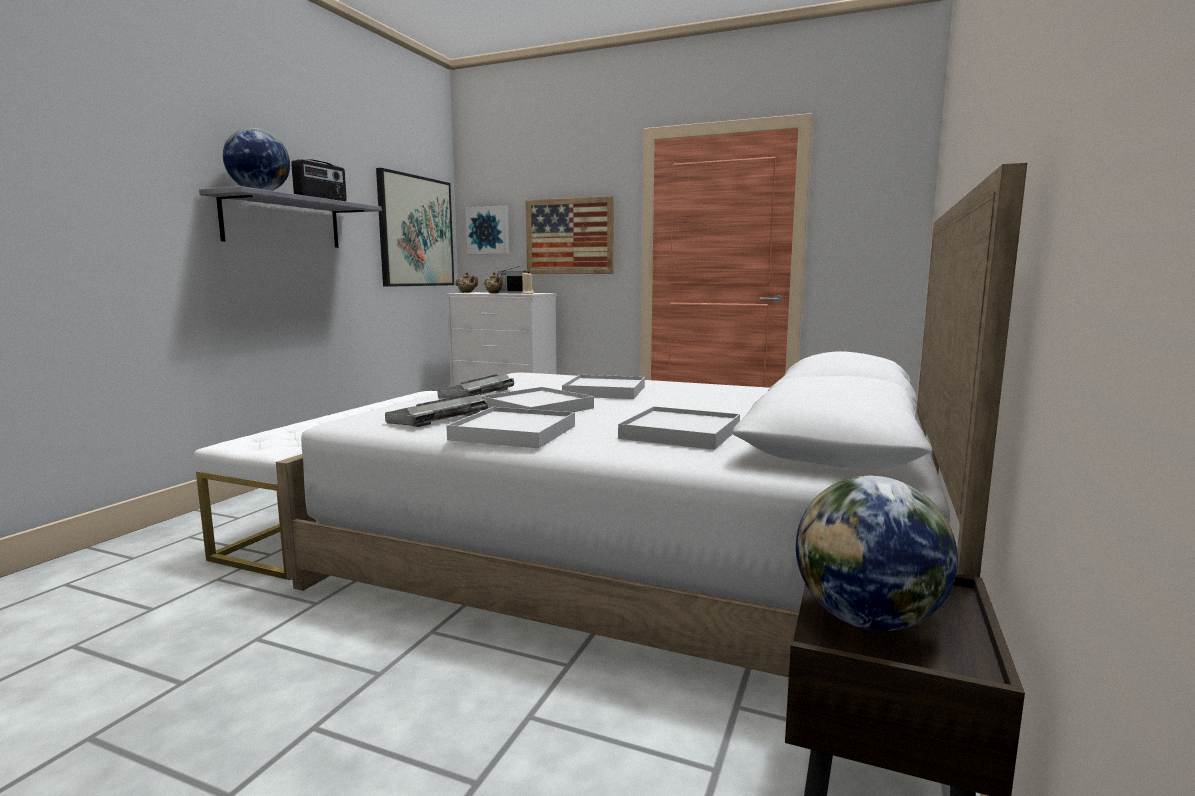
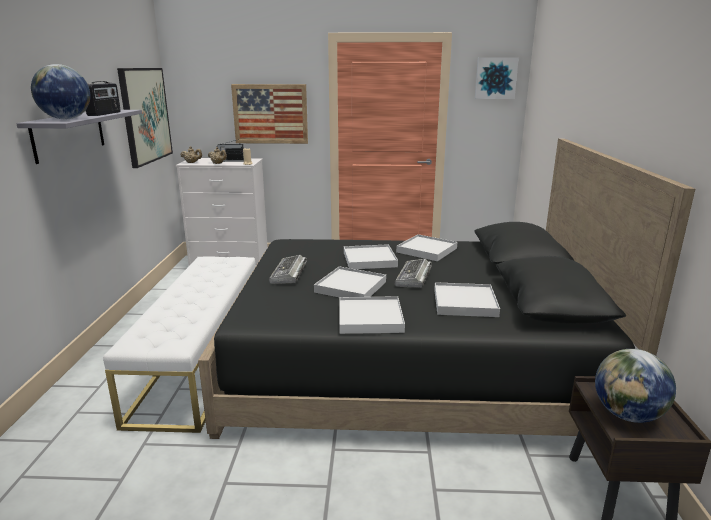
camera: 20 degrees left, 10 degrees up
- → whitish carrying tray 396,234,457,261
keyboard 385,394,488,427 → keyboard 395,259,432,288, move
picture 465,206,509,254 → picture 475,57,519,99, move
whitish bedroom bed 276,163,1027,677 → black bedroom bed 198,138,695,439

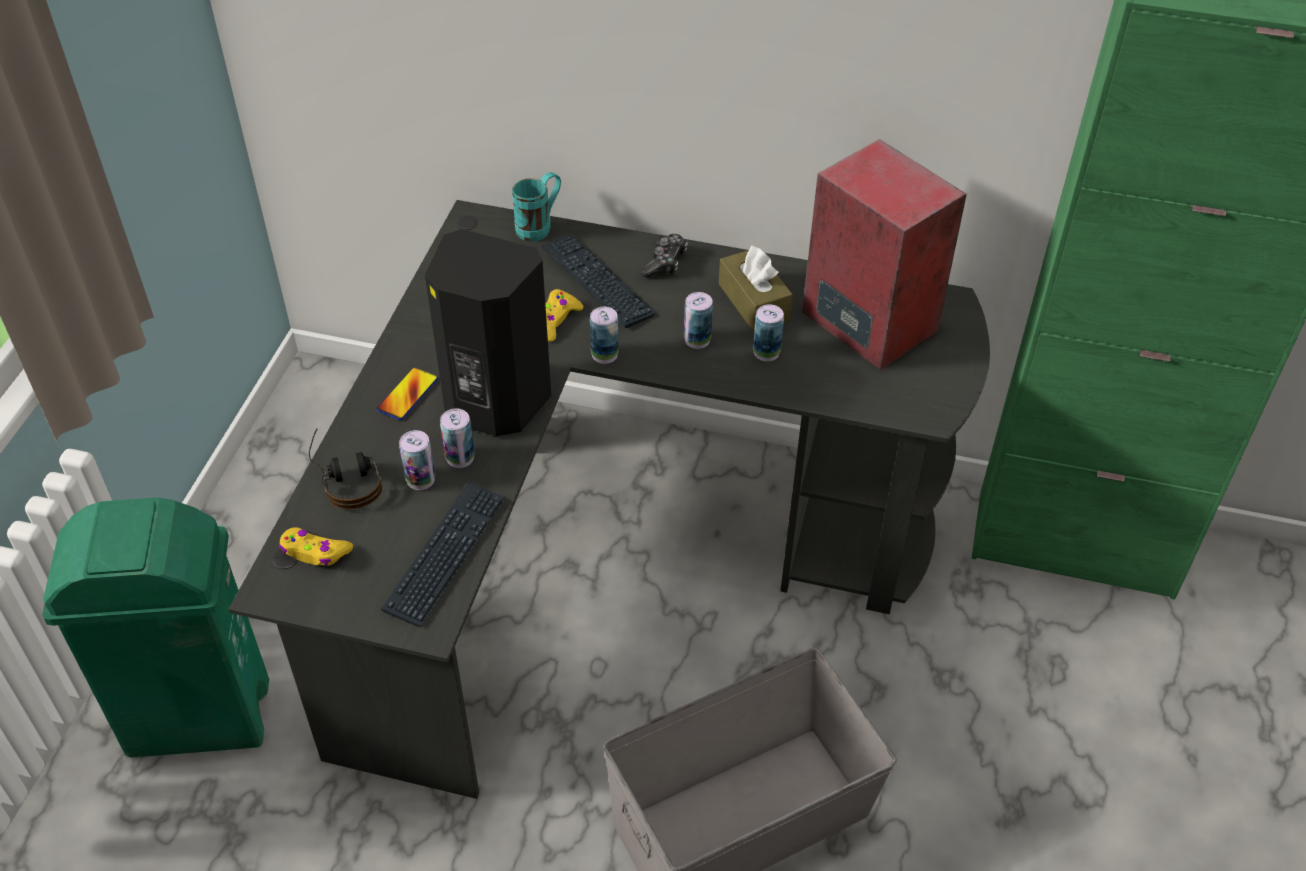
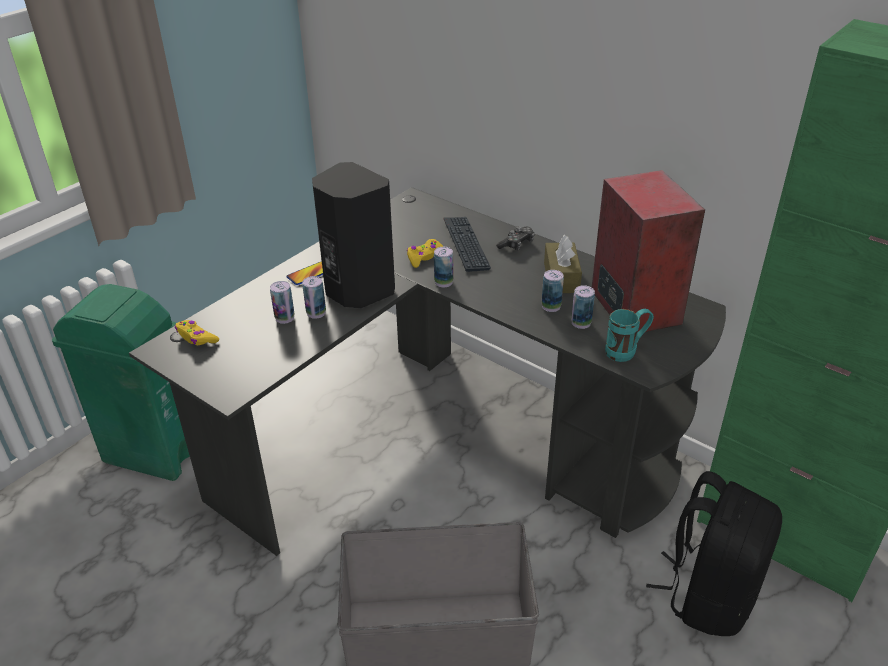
camera: 25 degrees right, 10 degrees down
headphones 309,428,382,509 → -
keyboard 381,482,505,627 → -
- → black backpack 646,471,782,636
turquoise mug 512,172,561,242 → turquoise mug 605,309,654,362, move
metal can 684,292,713,349 → metal can 571,285,595,329, move

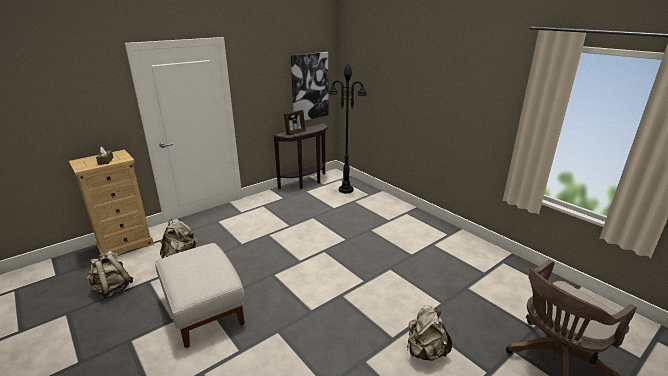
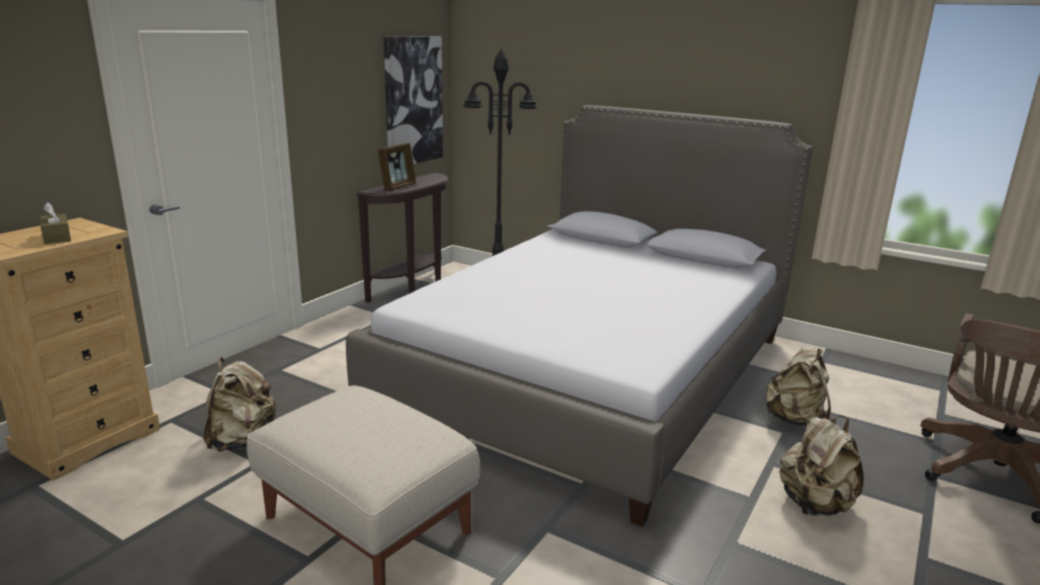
camera: 20 degrees left, 5 degrees down
- → bedroom bed 346,105,813,527
beige backpack 87,251,133,299 → beige backpack 763,346,831,428, move

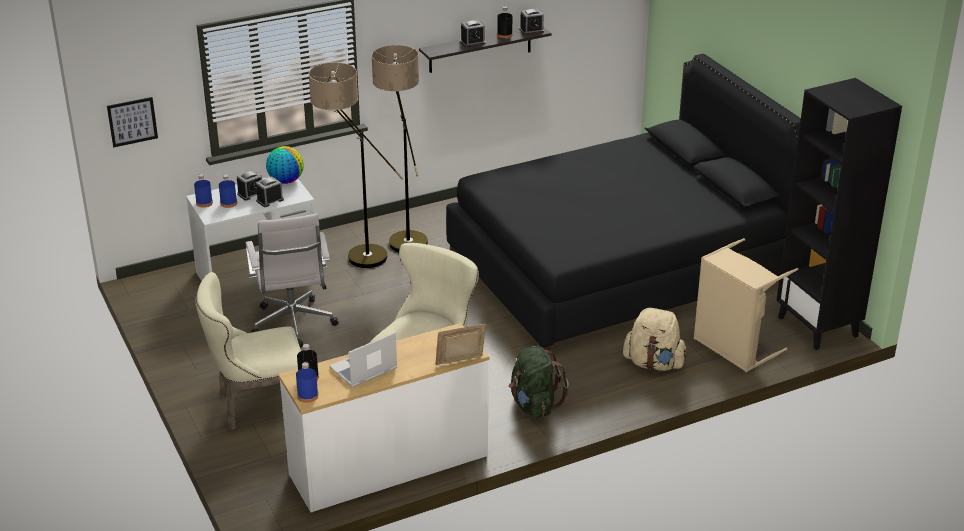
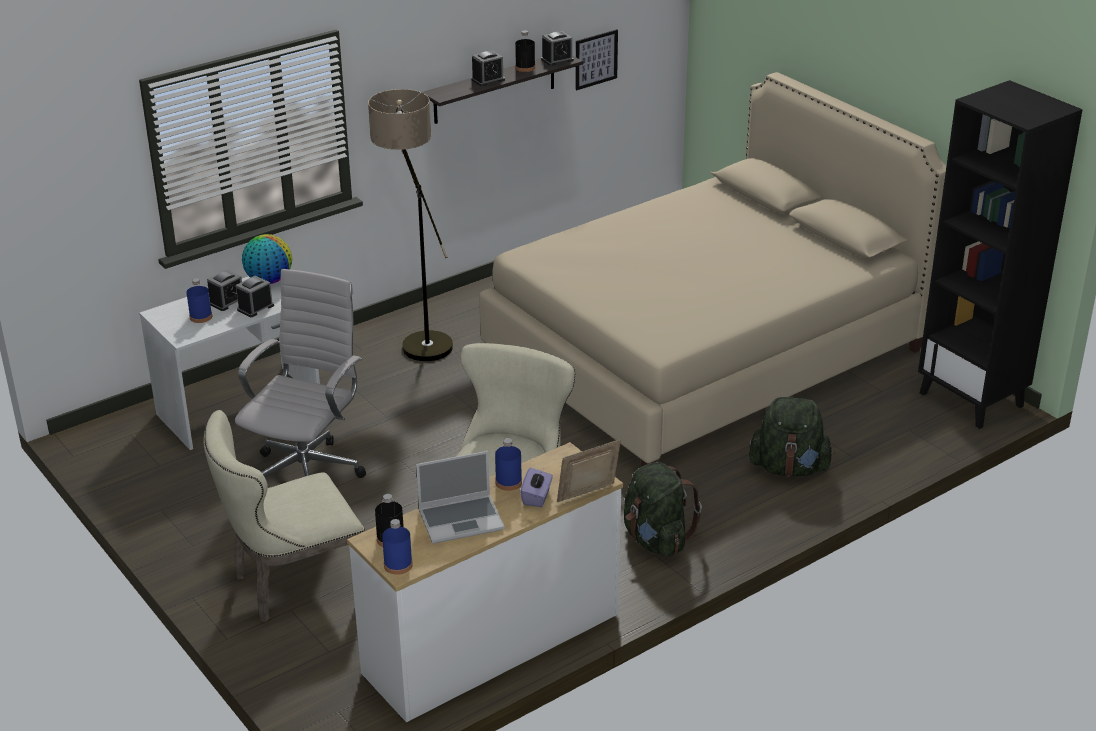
camera: 10 degrees left, 0 degrees up
standing lamp 309,62,403,268 → -
beige washing basket 694,238,799,372 → -
- → purple tissue holder 520,468,553,507
picture 107,97,158,147 → picture 576,29,618,90, move
blue bottle 194,174,213,207 → blue bottle 495,438,522,491, move
black bedroom bed 446,54,801,355 → beige bedroom bed 479,72,946,467
beige backpack 623,308,688,371 → greenish backpack 749,397,834,477
whitish desk chair 246,214,339,348 → whitish desk chair 235,269,366,478, 135 degrees counterclockwise
laptop 330,332,397,387 → laptop 416,451,505,544, 150 degrees counterclockwise

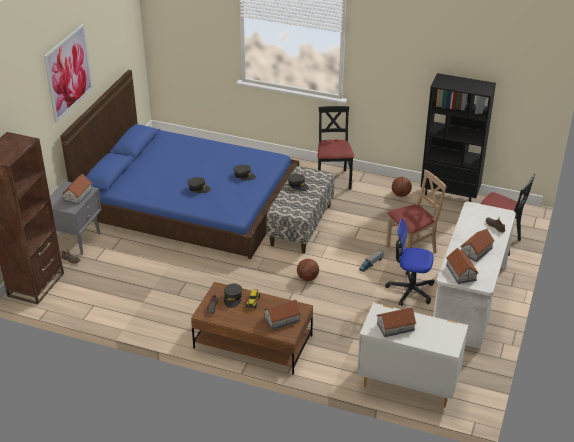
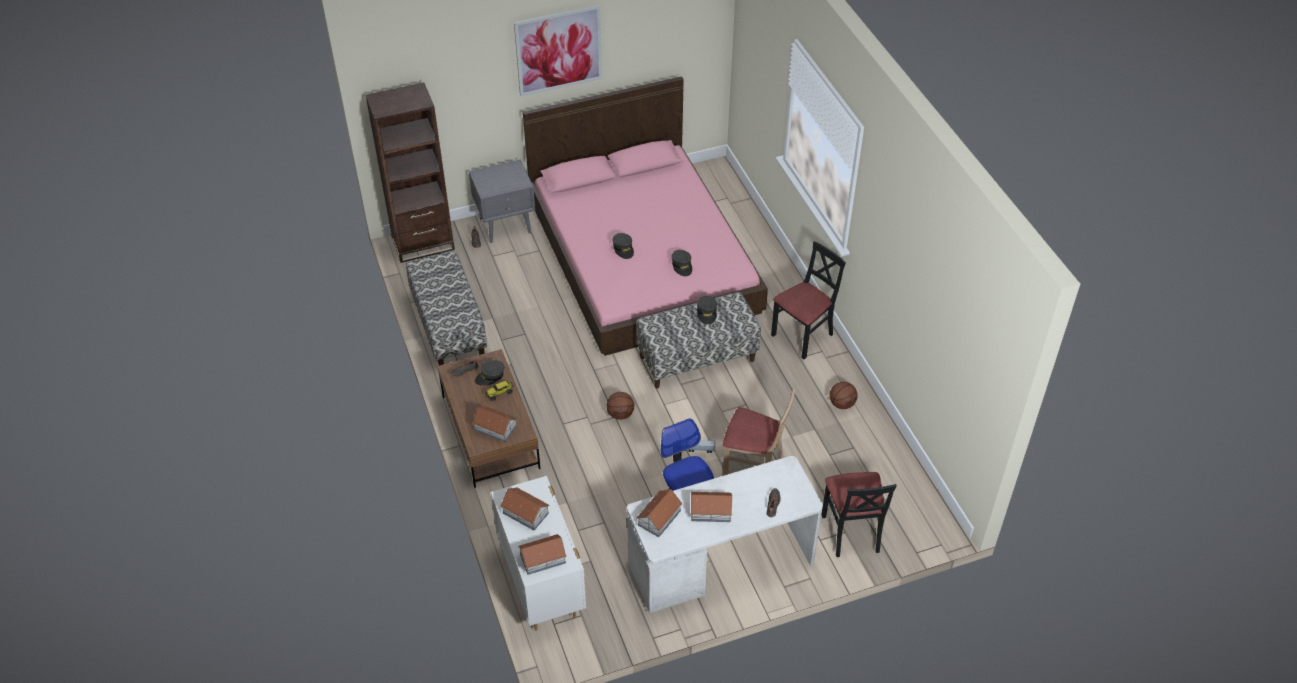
camera: 50 degrees right, 10 degrees up
black bookcase 421,73,496,202 → -
- → bench 406,251,487,366
miniature house 62,174,92,205 → miniature house 518,534,567,575, move
blue bedroom bed 60,70,299,259 → pink bedroom bed 523,76,768,356

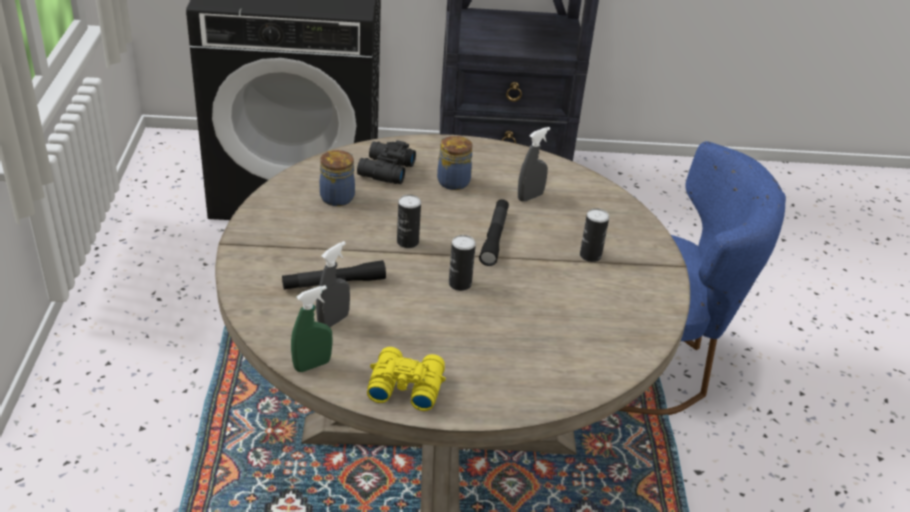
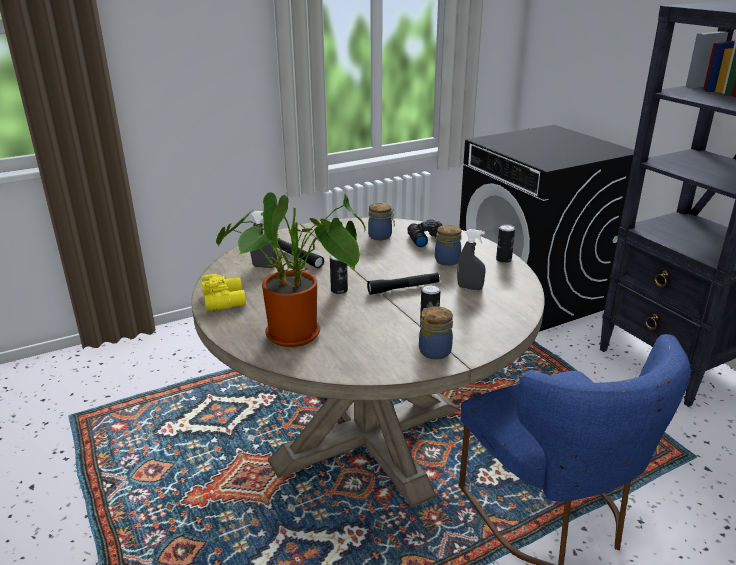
camera: 65 degrees right, 10 degrees down
greenish spray bottle 291,285,333,372 → -
- → houseplant 216,192,366,347
- → preserve jar 419,306,453,359
metal can 397,194,421,248 → metal can 496,224,515,263, move

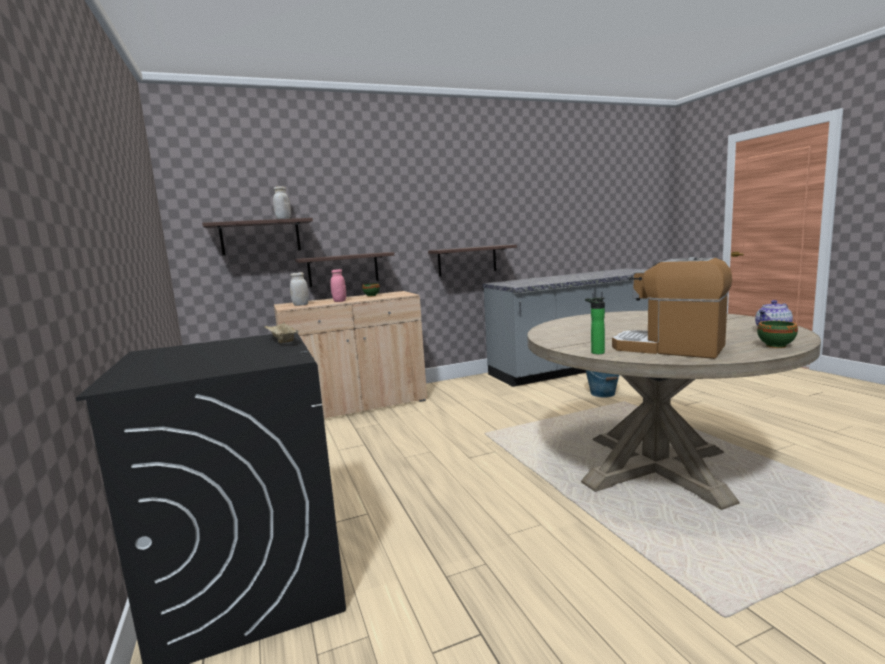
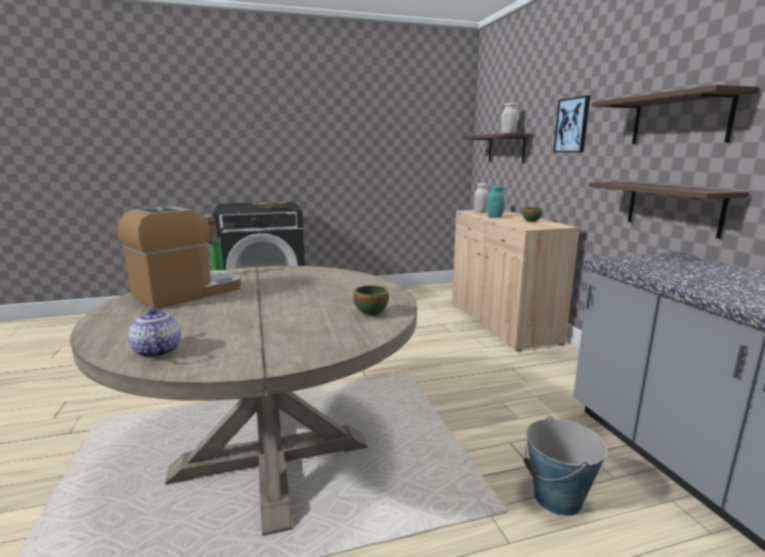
camera: 95 degrees right, 5 degrees up
- → picture 553,95,590,152
bracket shelf 295,252,394,287 → bracket shelf 592,85,760,144, move
greenish serving bowl 757,321,798,348 → greenish serving bowl 353,285,389,317, move
pink preserve jar 330,269,346,302 → turquoise preserve jar 487,186,505,218

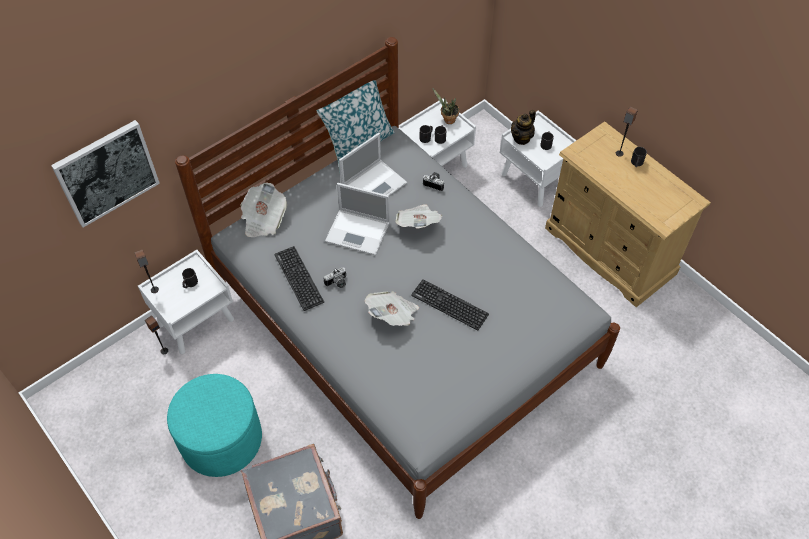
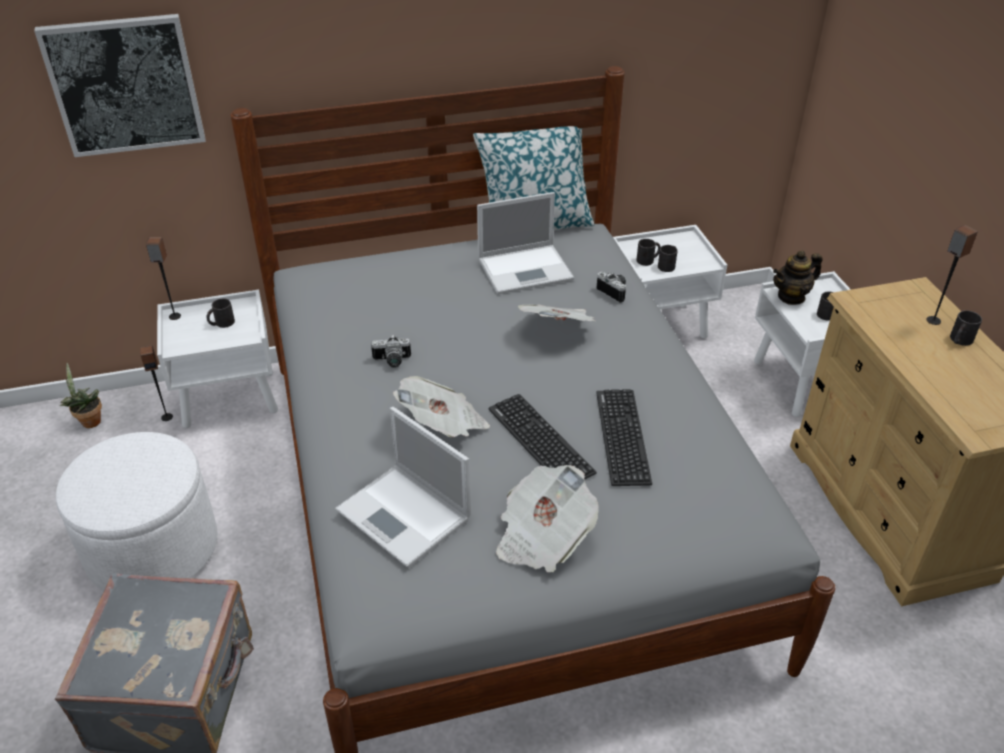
camera: 25 degrees right, 15 degrees down
printed paper 240,183,287,237 → printed paper 496,465,599,572, move
keyboard 274,246,324,311 → keyboard 596,389,652,486, move
laptop 325,183,390,255 → laptop 335,407,471,568, move
houseplant 432,88,459,124 → houseplant 60,363,102,428, move
turquoise ottoman 167,374,262,477 → whitish ottoman 56,432,217,591

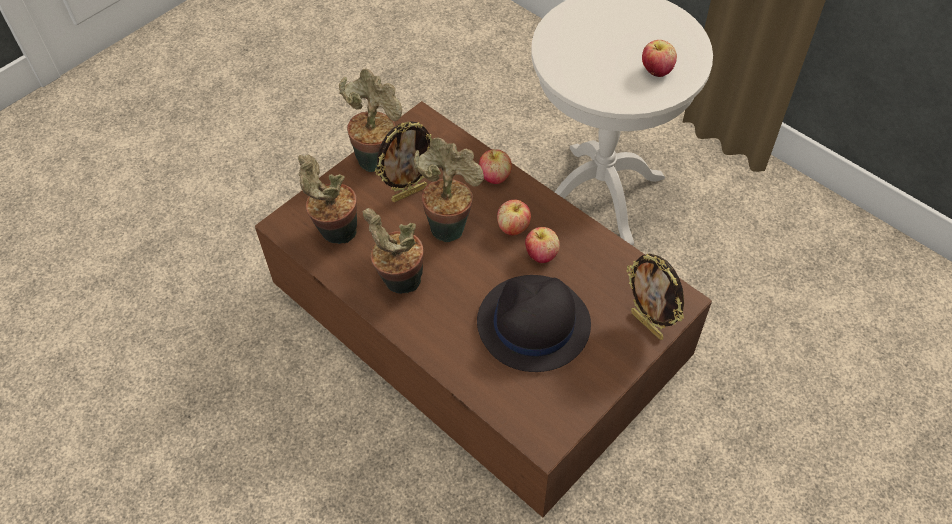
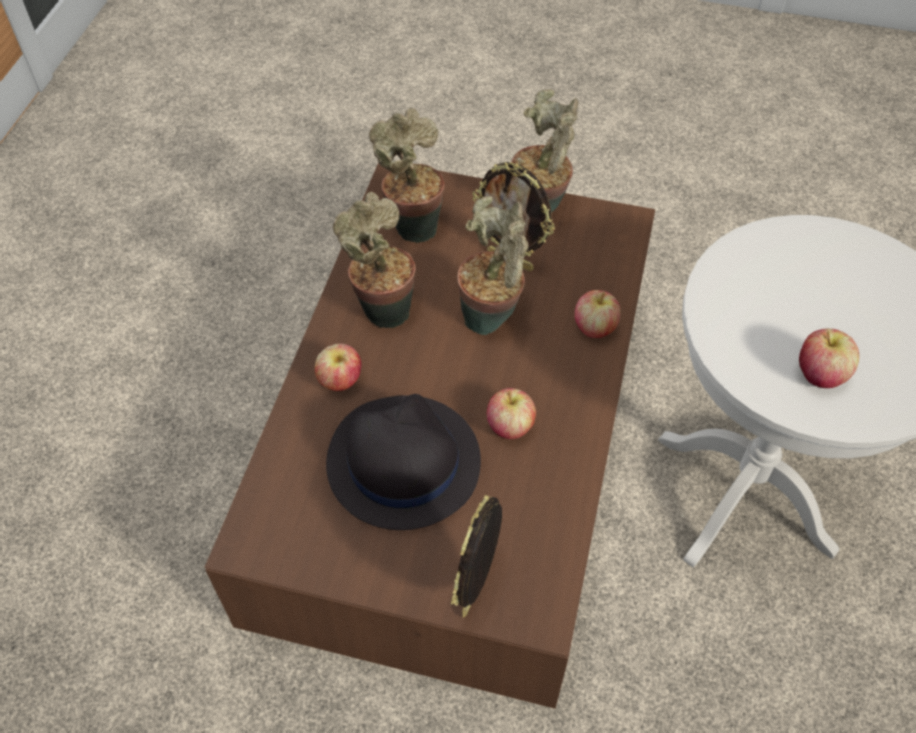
camera: 60 degrees right, 0 degrees up
apple 497,200,531,235 → apple 315,344,362,391, move

